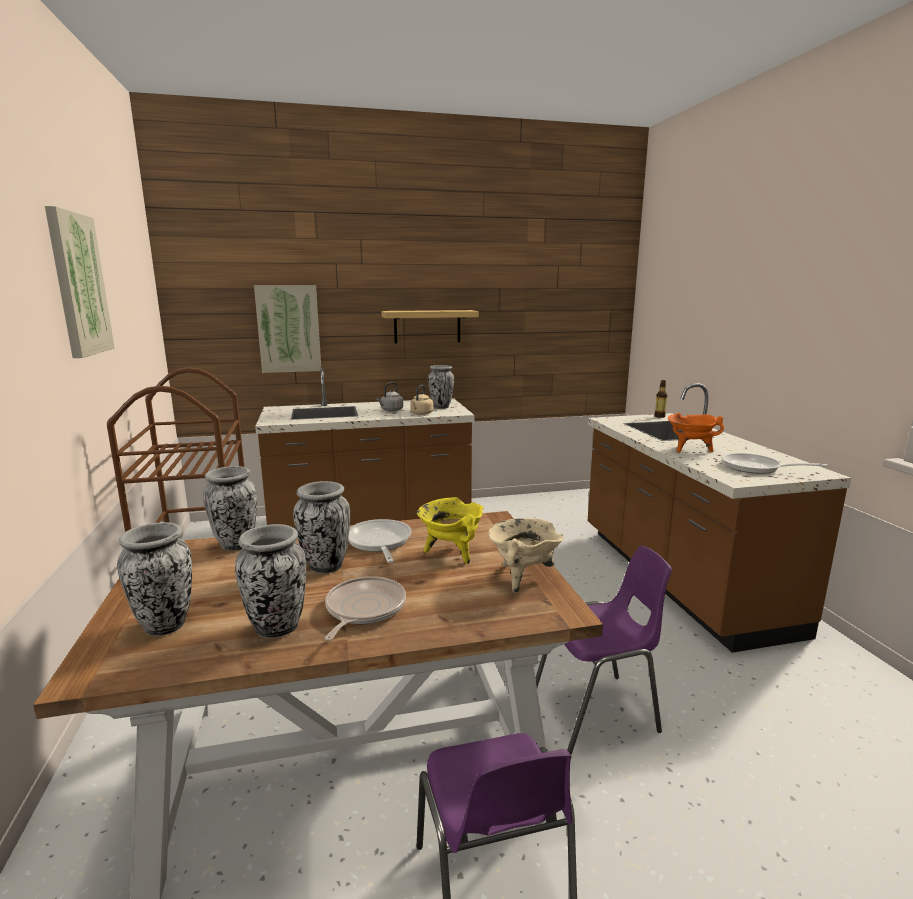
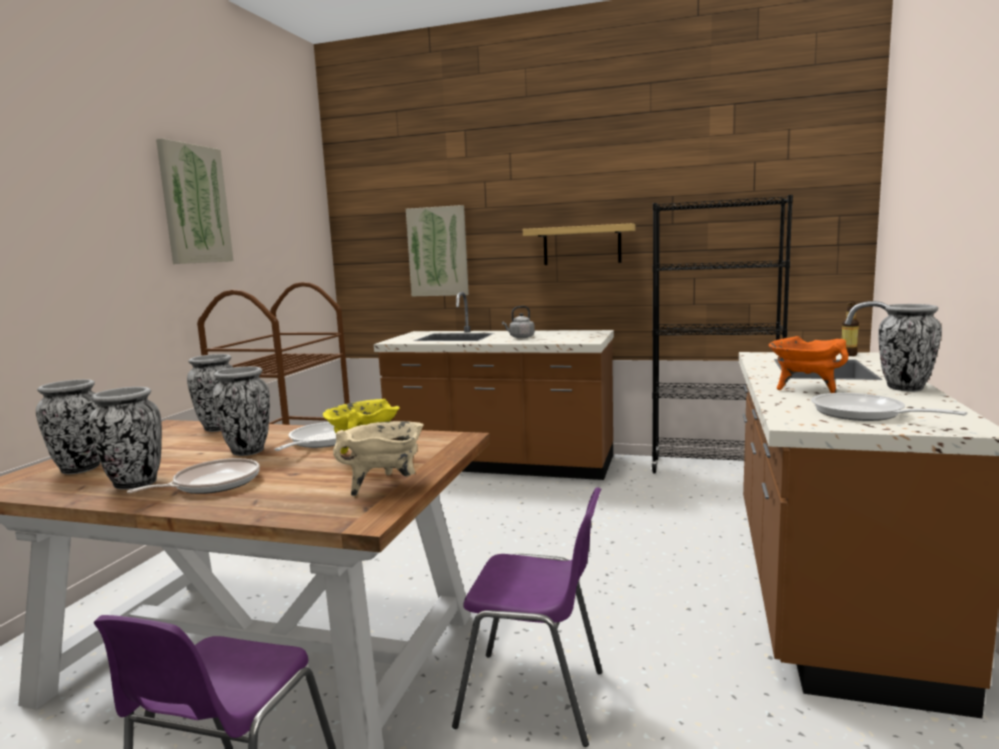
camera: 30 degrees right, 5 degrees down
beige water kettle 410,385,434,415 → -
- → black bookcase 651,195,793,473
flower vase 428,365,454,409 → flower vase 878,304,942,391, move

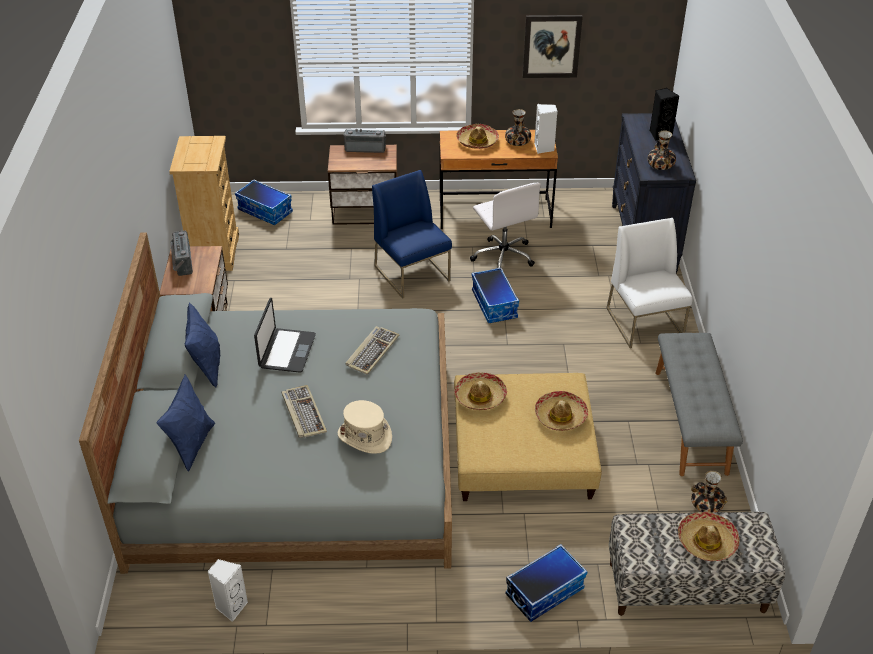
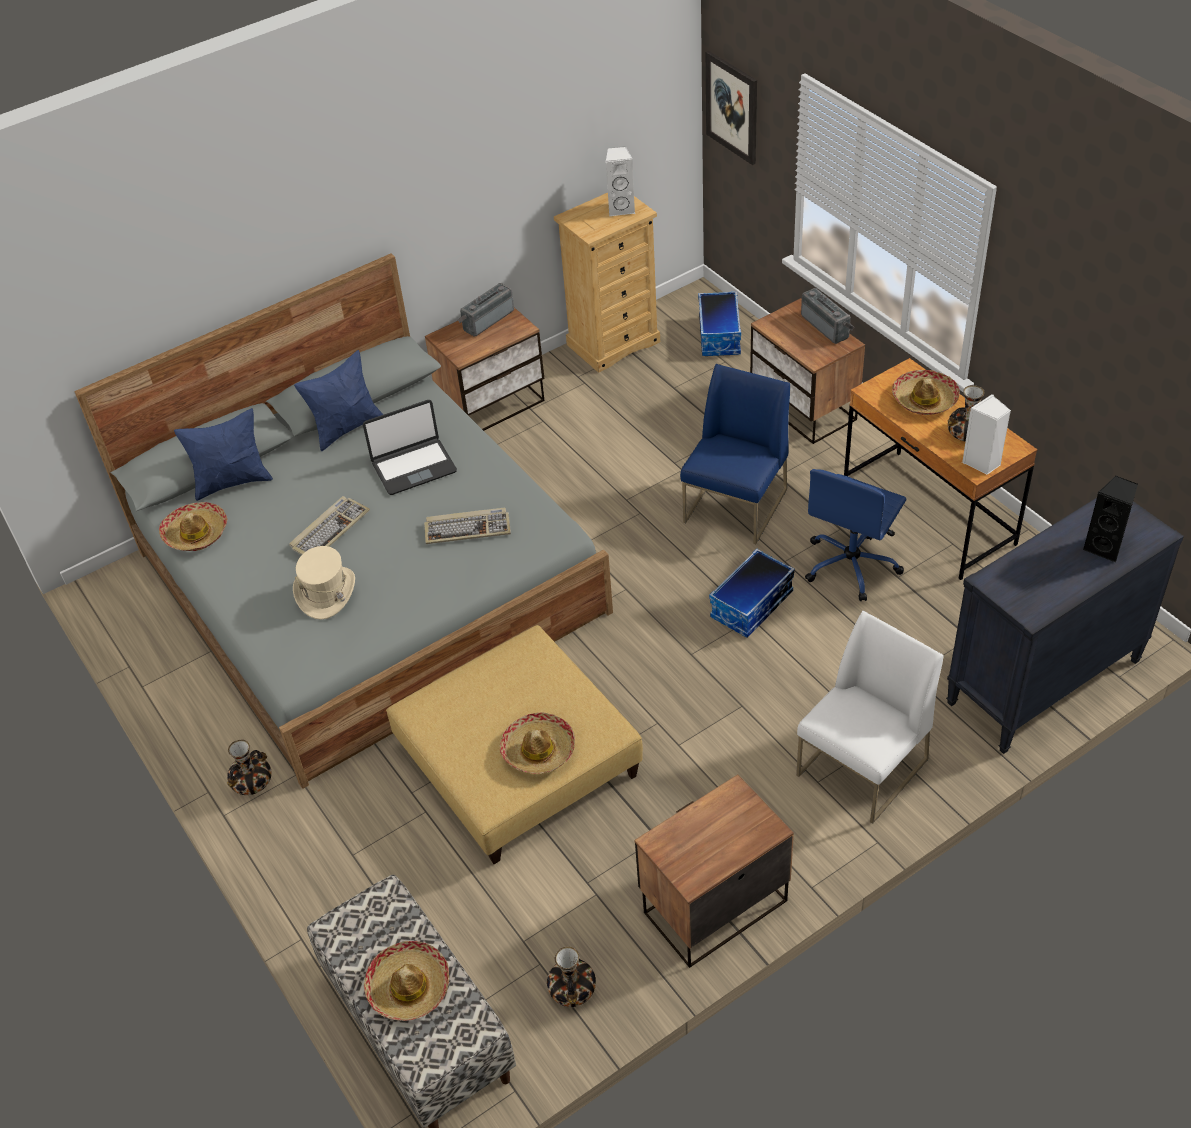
camera: 60 degrees right, 5 degrees up
storage bin 506,544,587,622 → -
whitish audio speaker 207,559,248,622 → whitish audio speaker 606,146,635,216, move
hat 454,372,507,410 → hat 159,502,227,551, move
picture 522,15,583,78 → picture 706,51,757,165, move
flower vase 648,130,676,170 → flower vase 227,740,272,795, move
grey bench 655,333,743,476 → nightstand 634,774,794,968
whitish desk chair 470,183,541,268 → blue desk chair 805,469,906,601

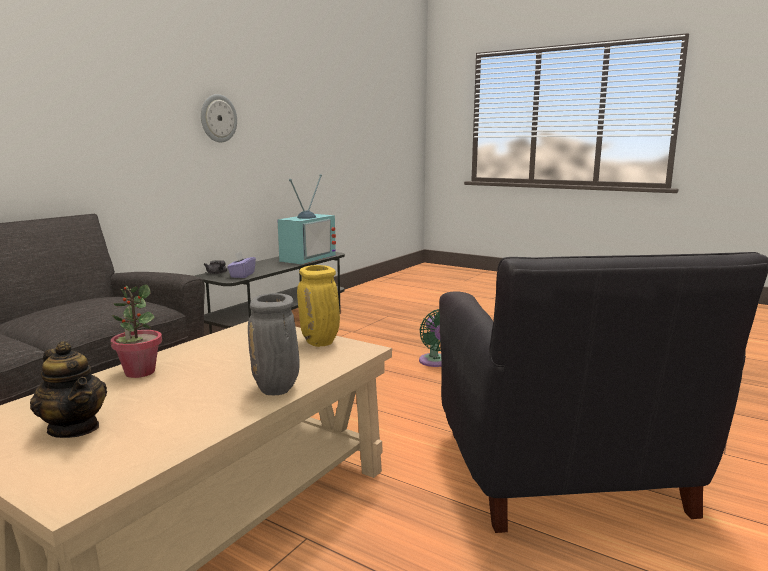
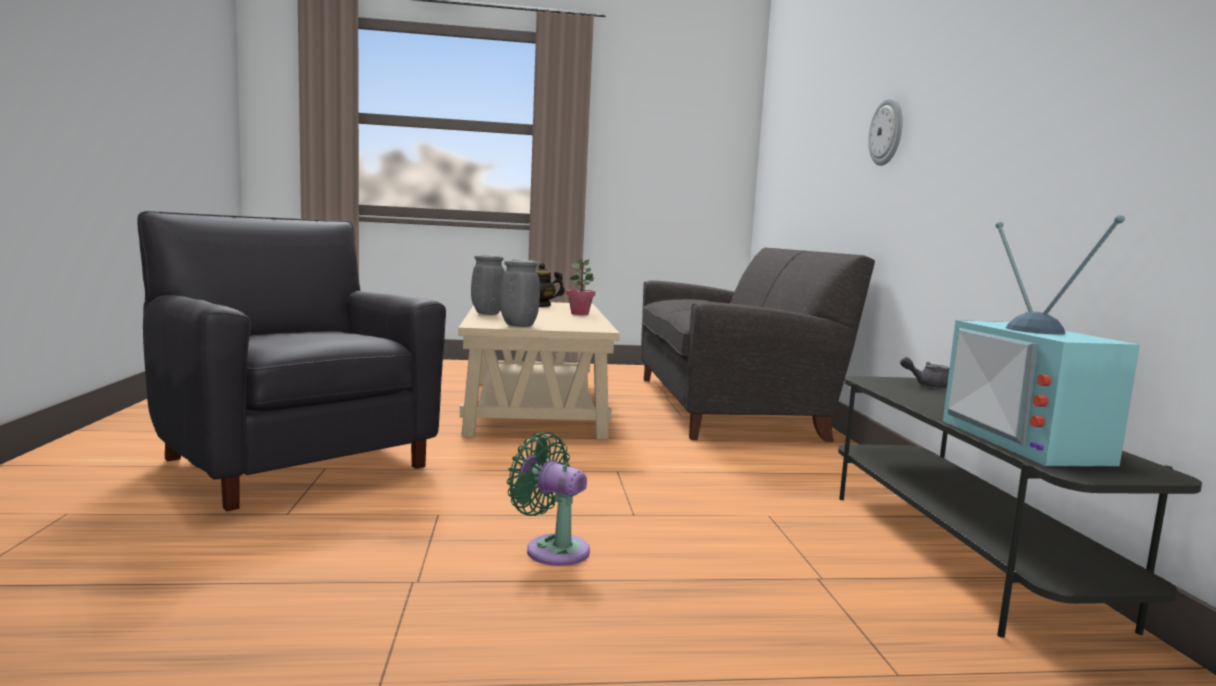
camera: 140 degrees right, 5 degrees down
purple tissue holder 227,252,256,278 → -
clock on the wall 201,94,237,143 → clock on the wall 868,97,903,166, move
yellowish flower vase 297,265,340,347 → grey flower vase 500,260,540,327

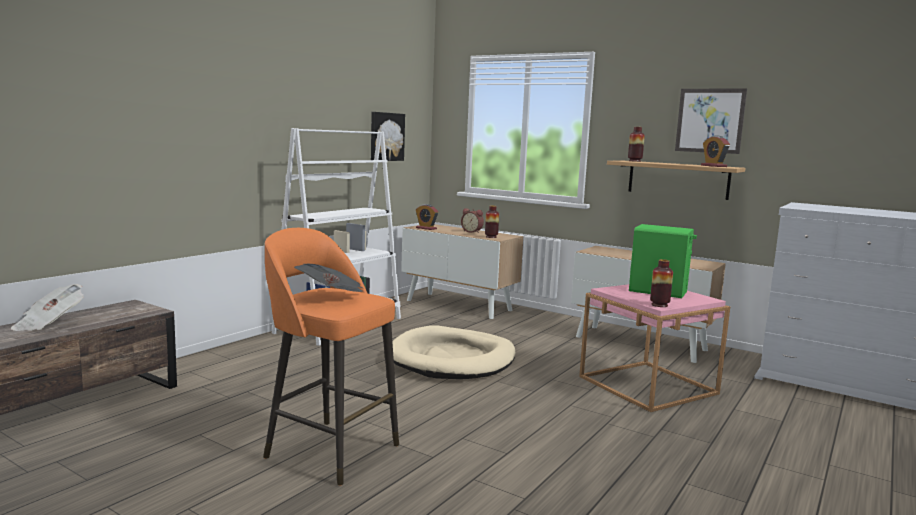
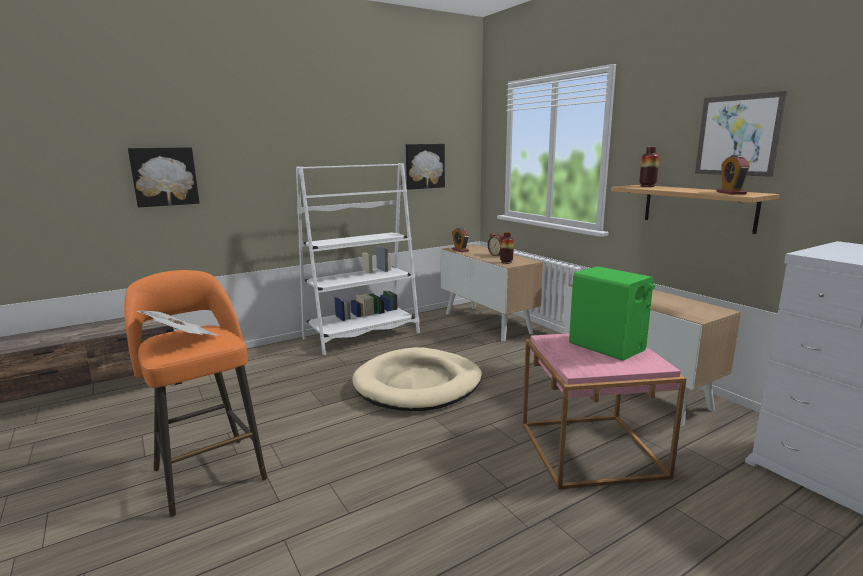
camera: 25 degrees right, 5 degrees up
printed paper 11,284,84,331 → -
flower vase 650,259,673,307 → -
- → picture 128,147,199,207

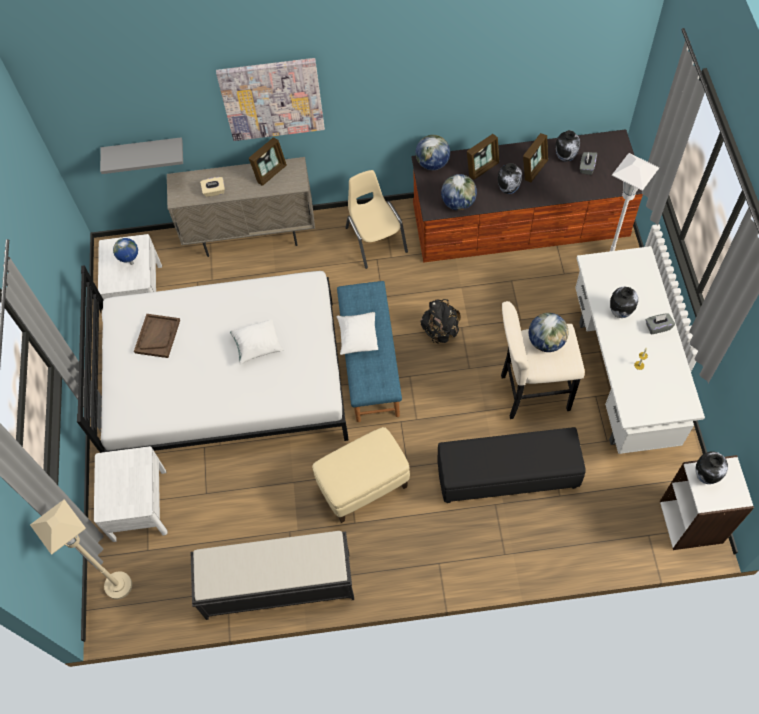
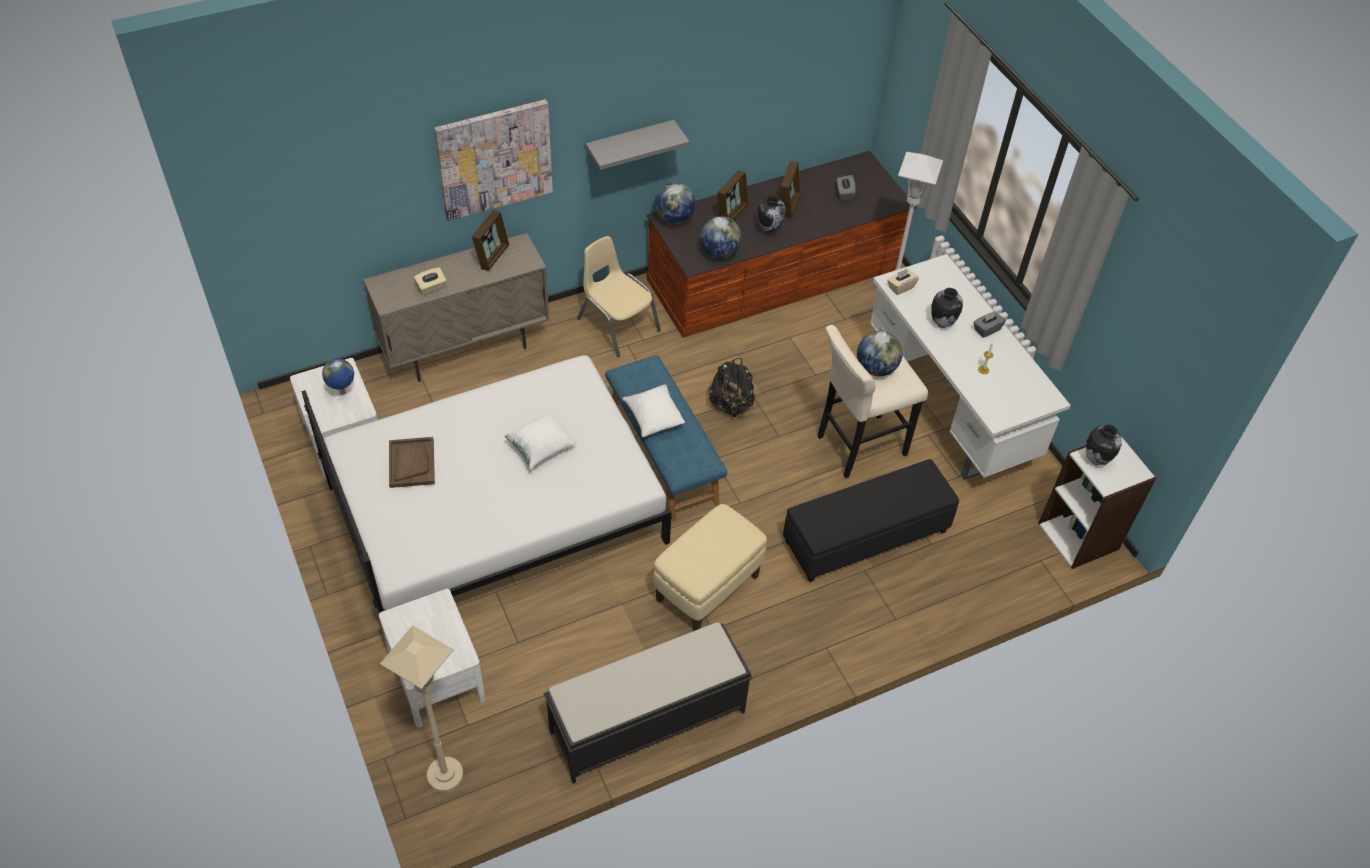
camera: 25 degrees left, 10 degrees down
flower vase 556,130,580,162 → -
- → beige tissue holder 887,268,919,295
grey bracket shelf 100,137,183,174 → grey bracket shelf 586,120,689,170, move

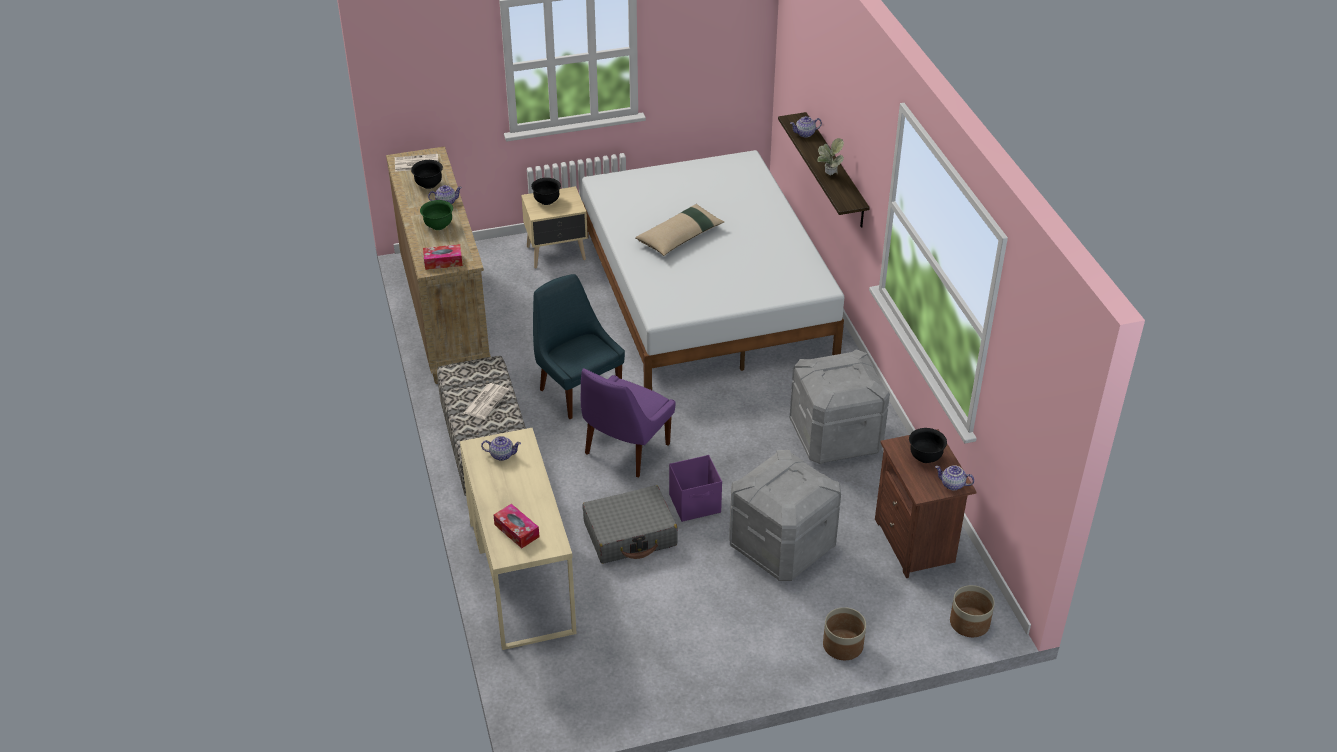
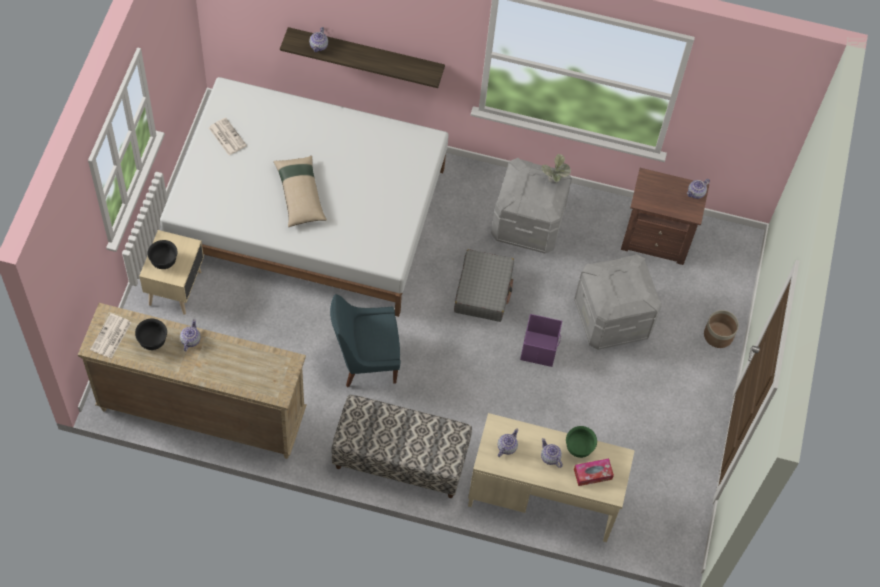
camera: 65 degrees left, 20 degrees up
tissue holder 423,244,463,270 → -
purple chair 581,369,676,477 → -
black serving bowl 909,428,947,463 → -
plant pot 950,585,995,637 → -
- → teapot 541,438,563,468
greenish serving bowl 420,200,453,230 → greenish serving bowl 566,426,597,458, move
printed paper 464,383,509,420 → printed paper 209,118,247,155, move
grey suitcase 582,485,678,564 → grey suitcase 454,249,514,322, move
houseplant 817,138,844,175 → houseplant 541,154,571,183, move

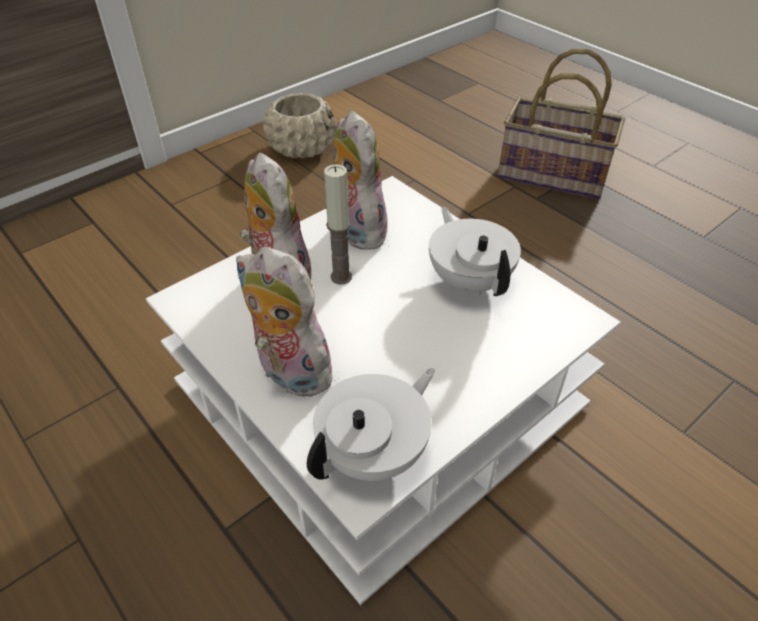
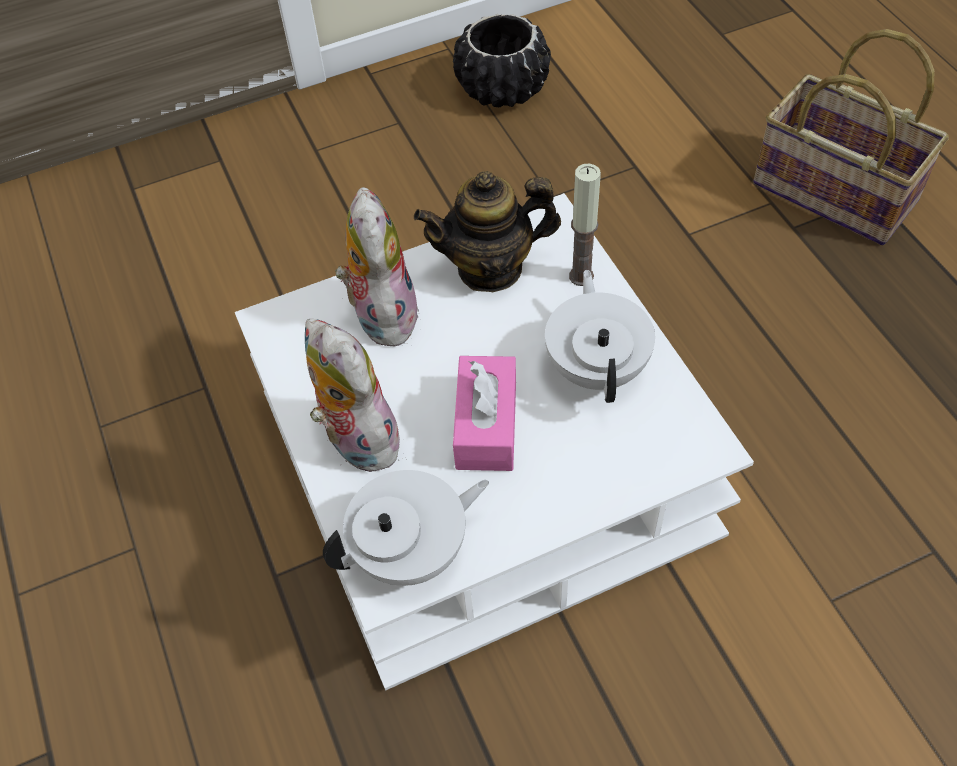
camera: 20 degrees right, 10 degrees up
- → pink tissue holder 453,356,516,471
wax light 324,164,352,285 → wax light 569,164,601,286, move
plush toy 333,110,388,250 → teapot 414,171,561,292
beige plant pot 263,93,336,159 → black plant pot 453,13,551,107

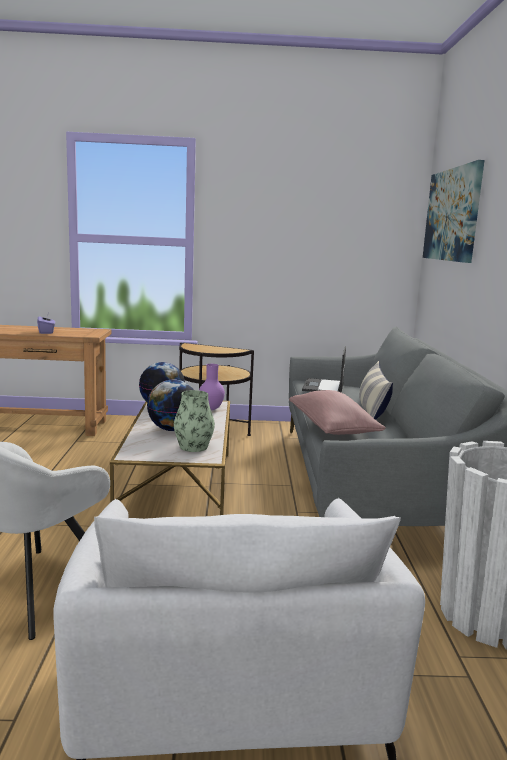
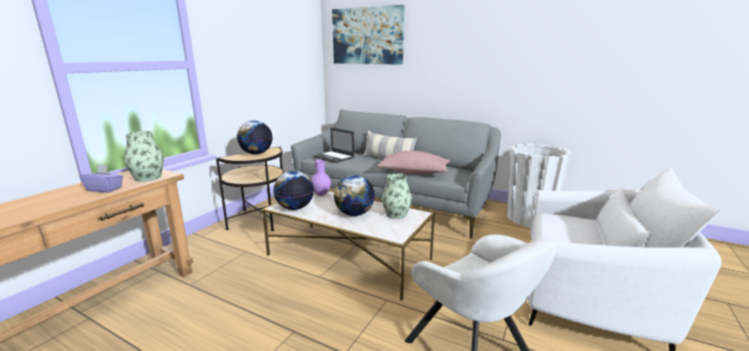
camera: 60 degrees left, 5 degrees up
- → flower vase 124,131,164,182
- → globe 237,120,272,154

